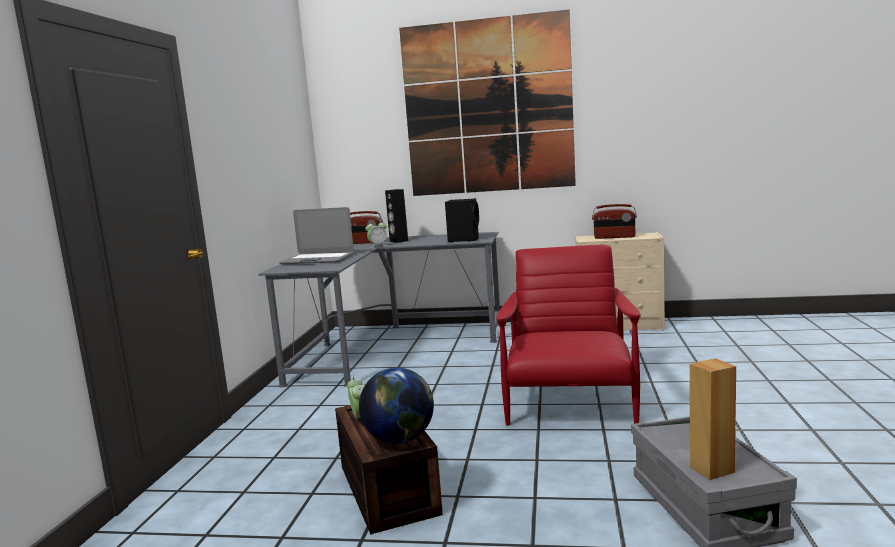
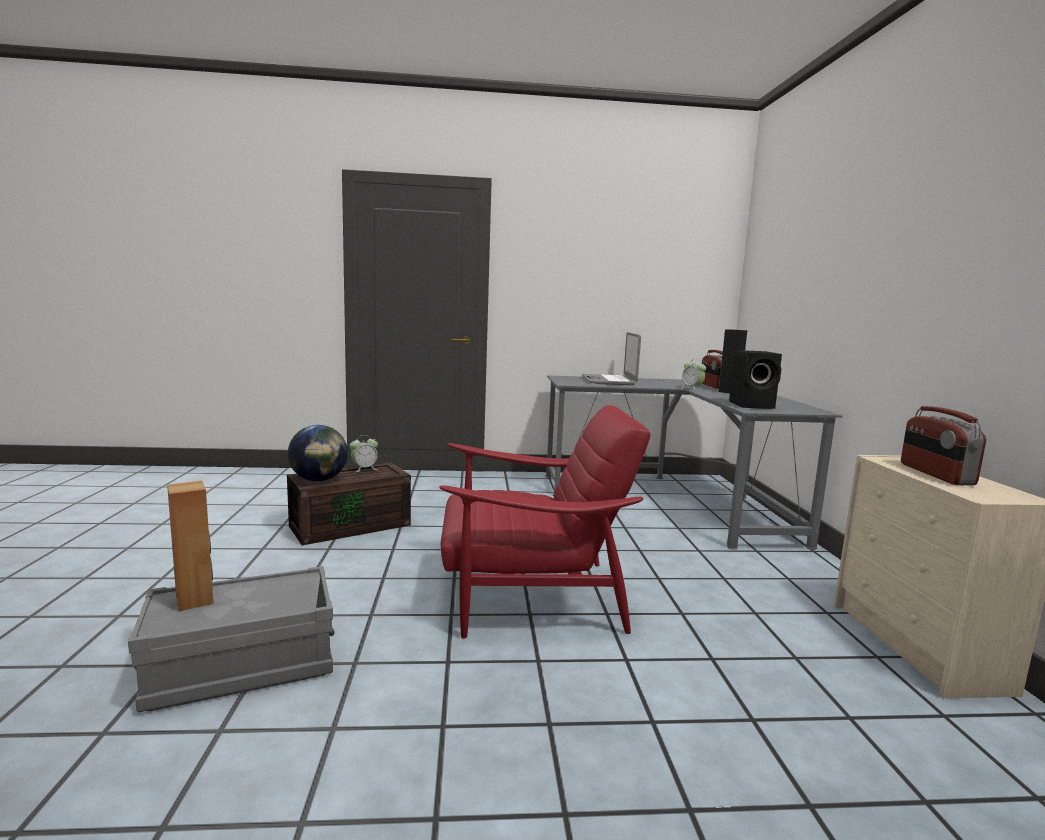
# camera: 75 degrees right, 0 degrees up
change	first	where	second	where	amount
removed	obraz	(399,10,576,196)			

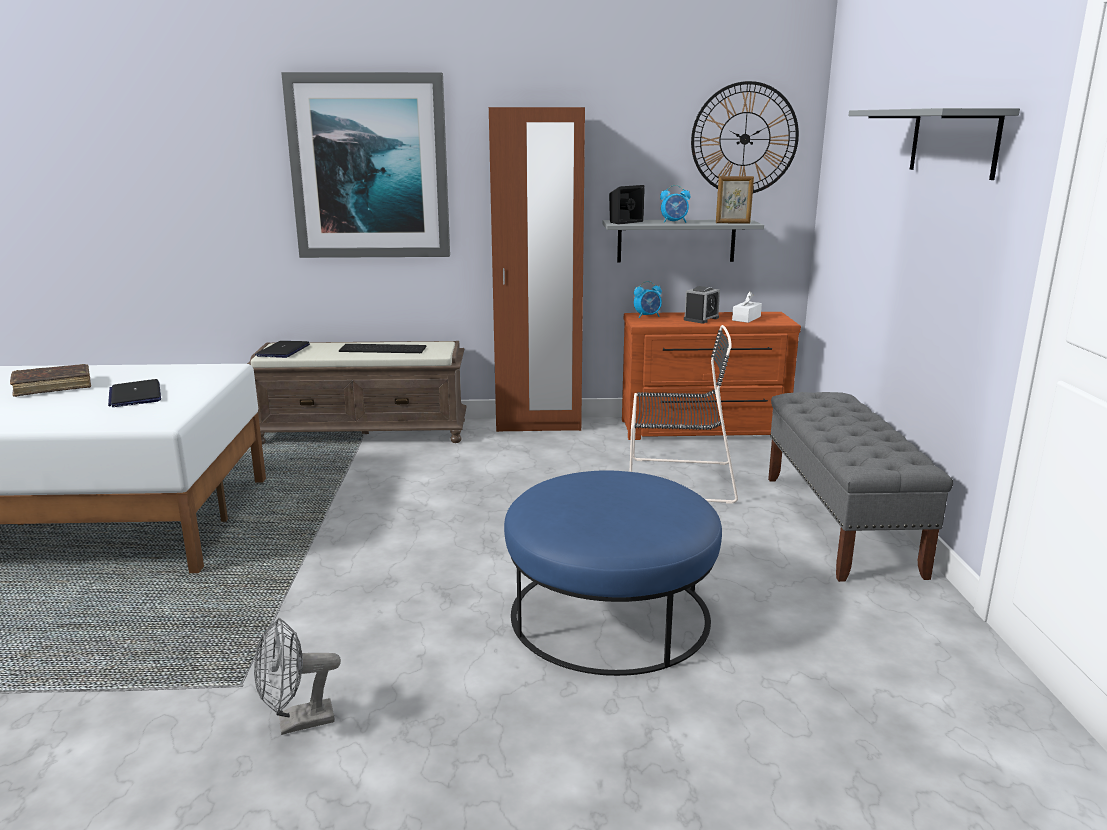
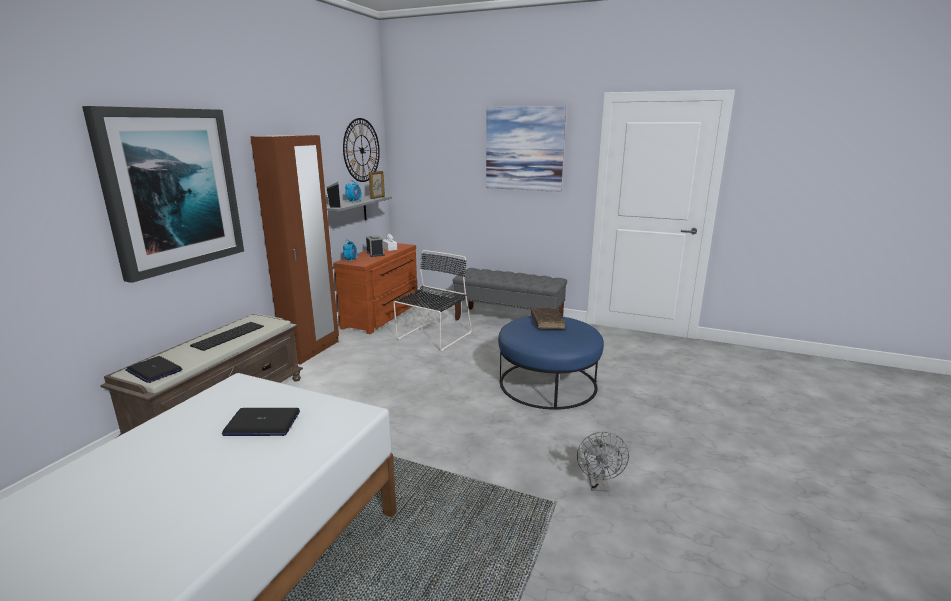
# camera: 65 degrees left, 0 degrees up
change	first	where	second	where	amount
replaced	półka/szary	(849,108,1020,180)	obraz	(486,106,566,192)	
moved	książka/brązowy	(10,364,91,397)		(531,308,565,329)	

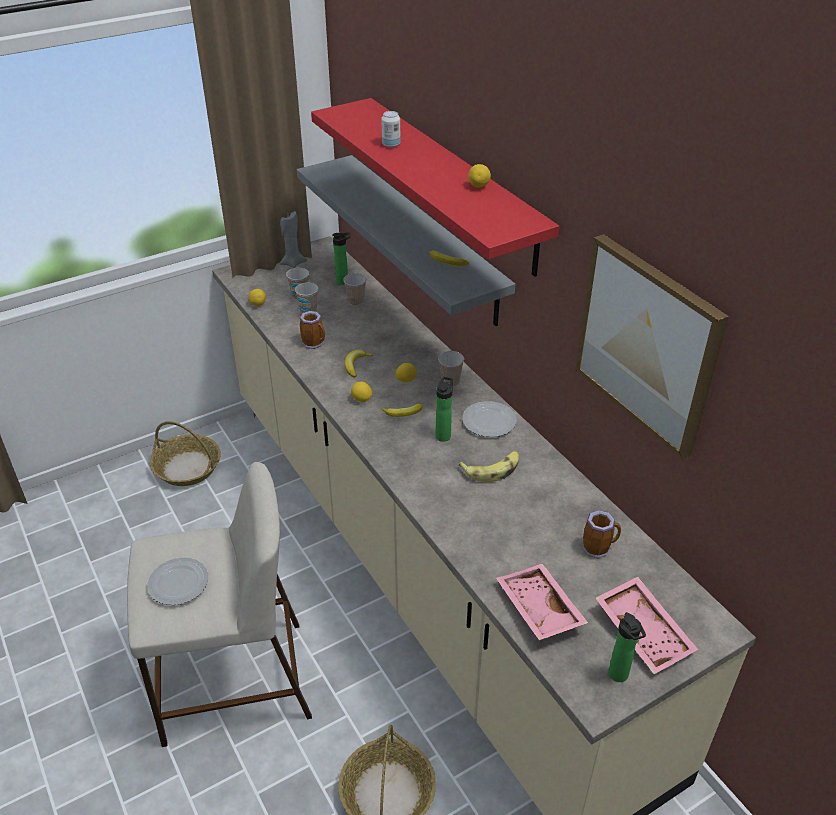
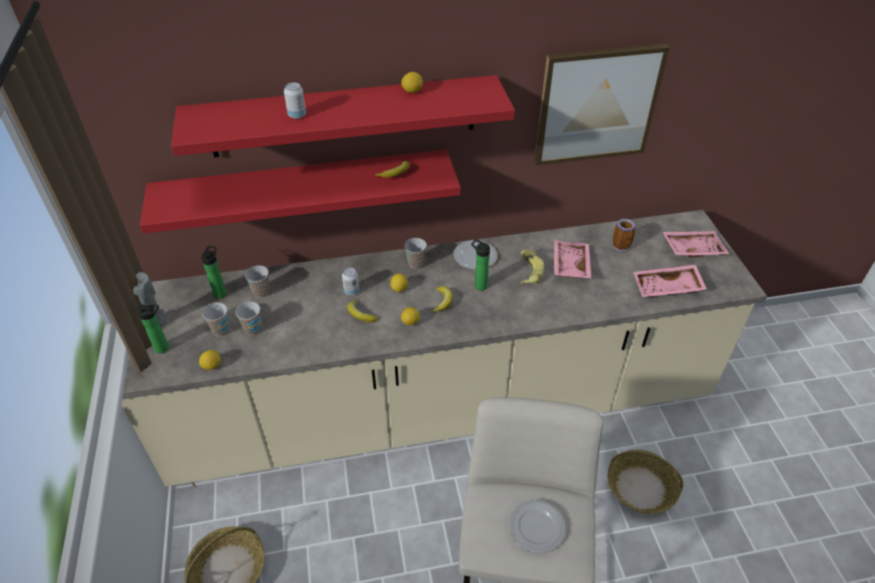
# camera: 70 degrees left, 5 degrees up
change	first	where	second	where	amount
recoloured	półka/szary	(297,155,515,326)	półka/czerwony	(140,150,461,234)	
removed	kubek	(300,311,325,349)			
moved	butelka	(608,612,646,682)		(136,304,169,354)	
added			taca/różowy	(554,240,592,279)	
added			puszka	(342,268,359,295)	

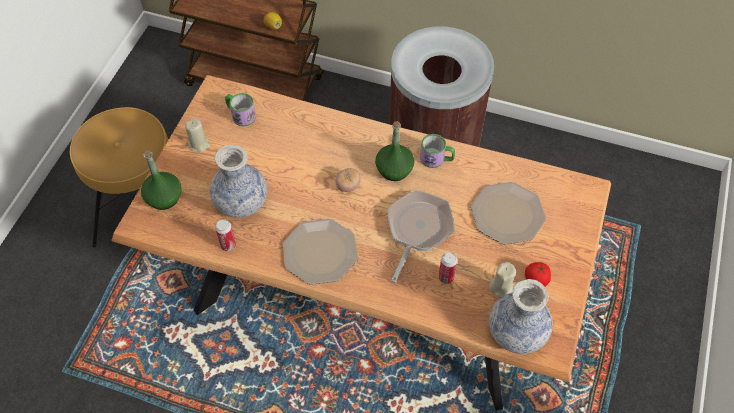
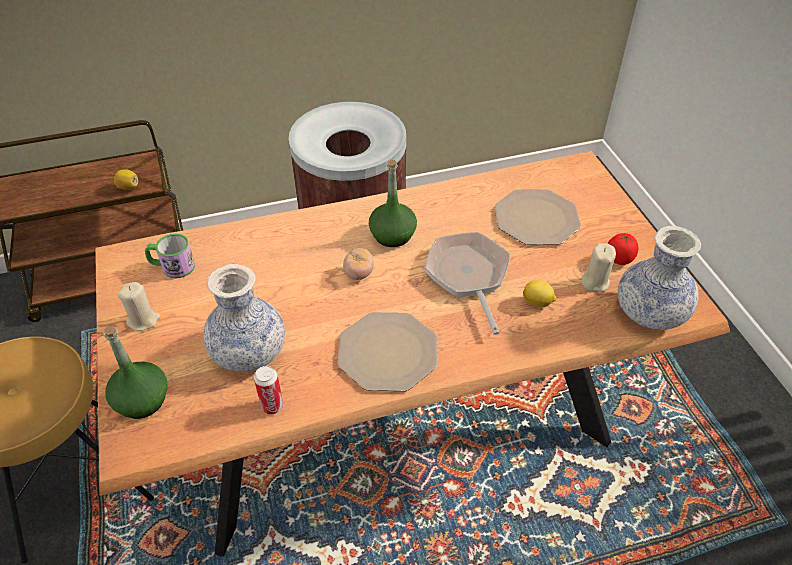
# camera: 35 degrees left, 10 degrees down
change	first	where	second	where	amount
removed	kubek	(420,134,455,168)			
replaced	puszka	(438,252,458,284)	cytryna	(523,280,556,307)	

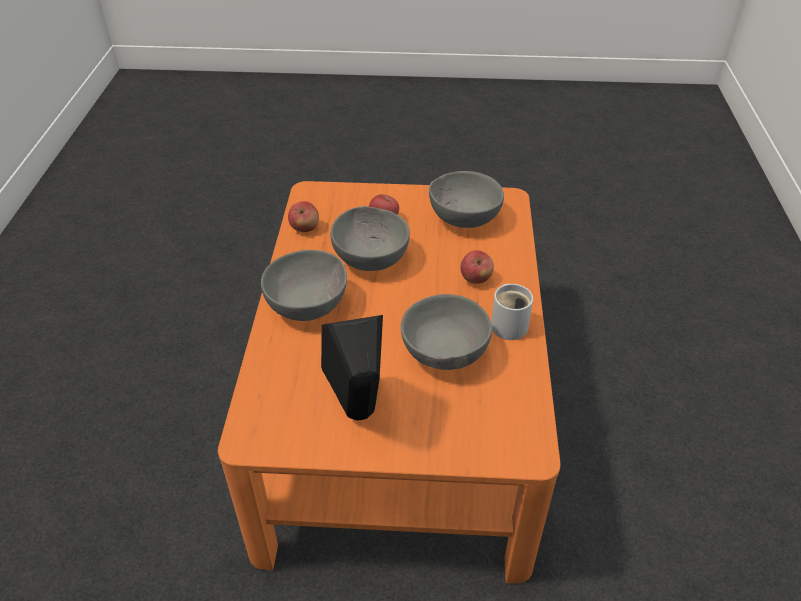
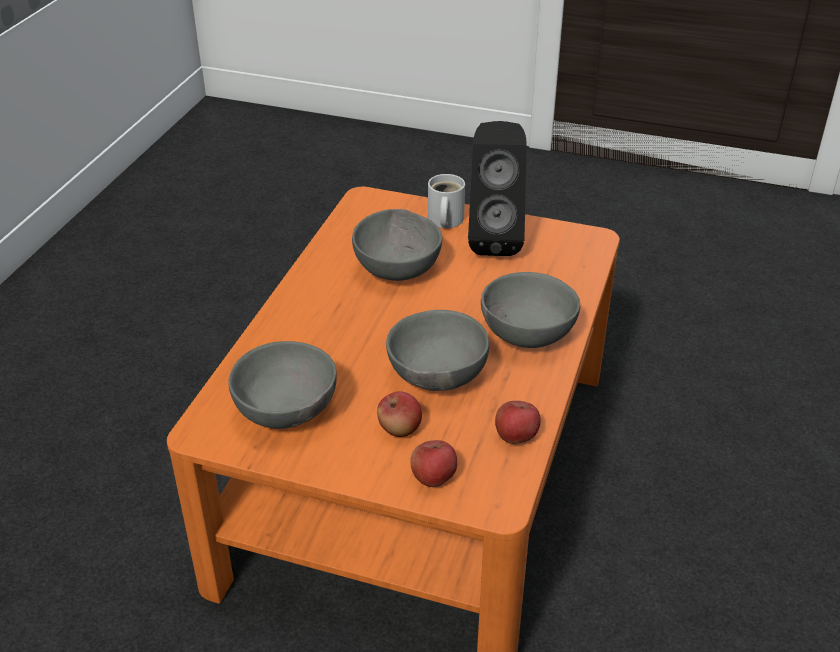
# camera: 165 degrees left, 5 degrees down
change	first	where	second	where	amount
moved	jabłko	(460,250,494,284)		(410,440,457,487)	
moved	kubek/biały	(491,284,533,340)		(428,174,465,228)	

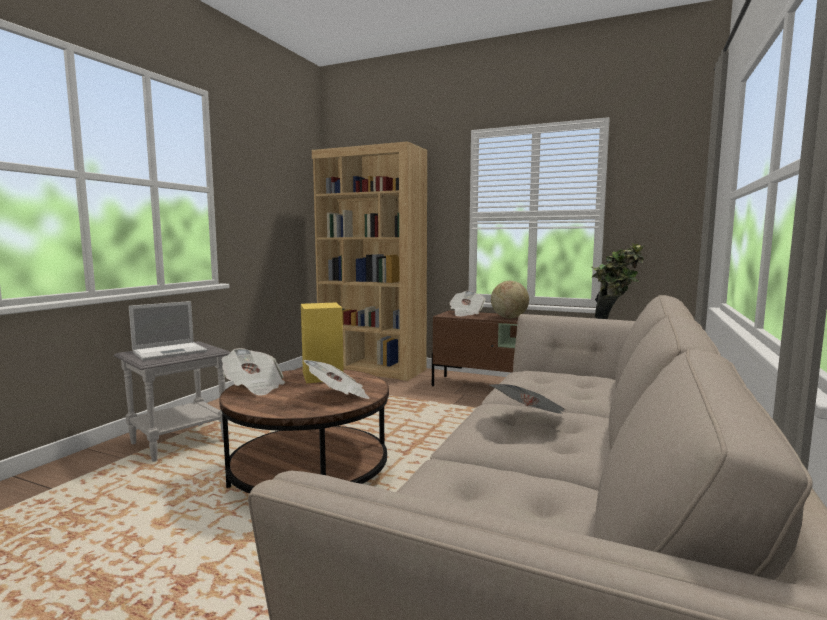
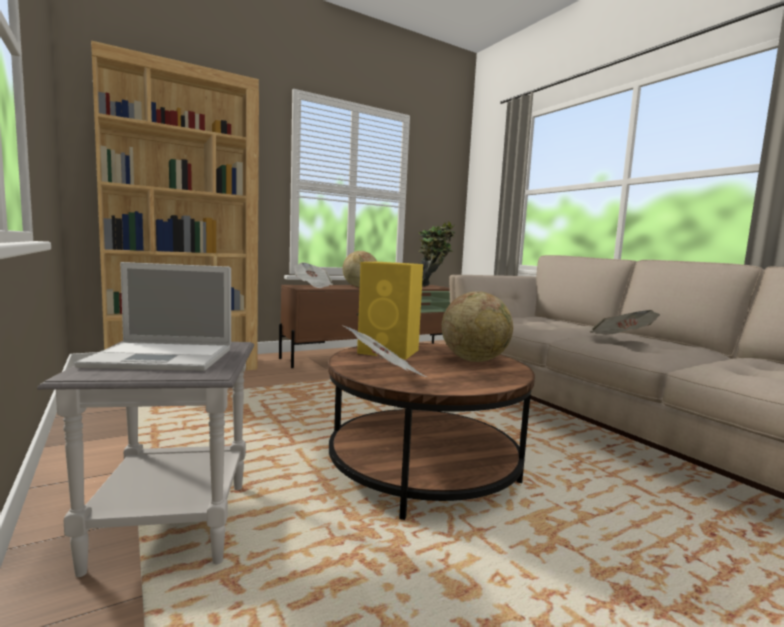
# camera: 55 degrees left, 0 degrees up
change	first	where	second	where	amount
turned	laptop	(129,301,207,361)		(74,262,231,371)	90 degrees clockwise
replaced	gazeta	(304,360,370,399)	globus	(442,291,513,362)	

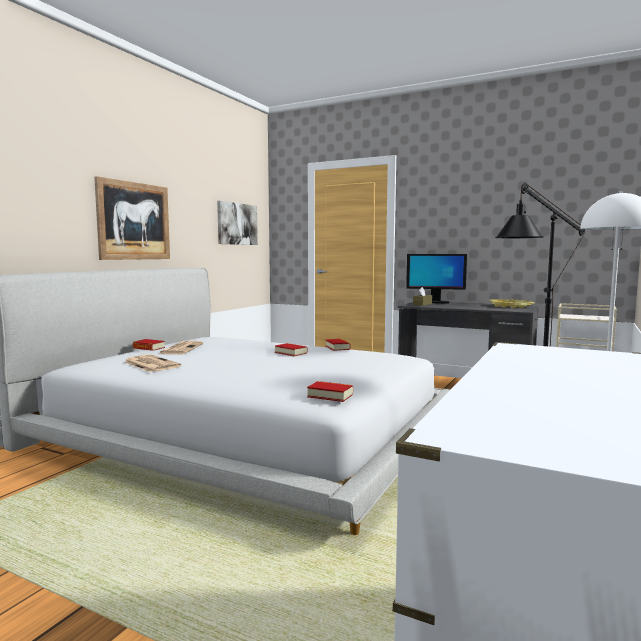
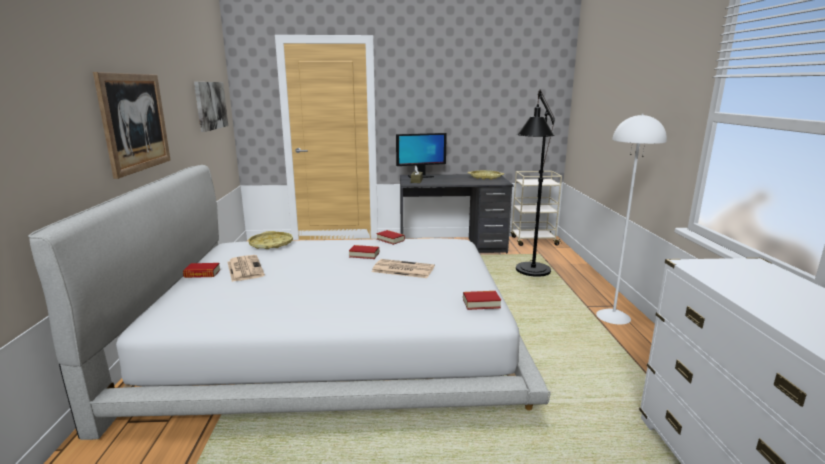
# camera: 30 degrees left, 10 degrees up
change	first	where	second	where	amount
moved	gazeta	(124,354,181,372)		(372,259,435,278)	
added			taca/żółty	(249,231,293,249)	

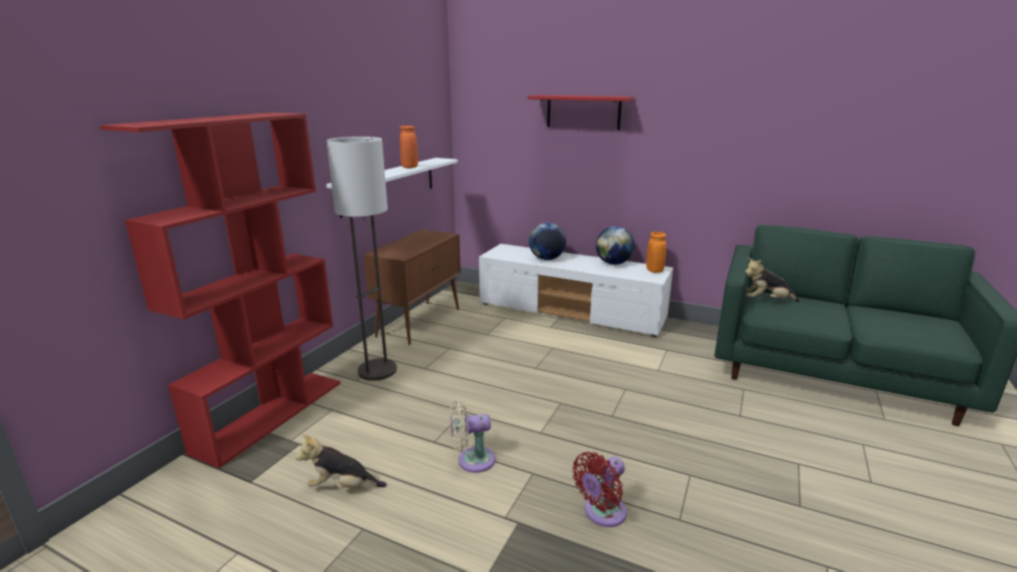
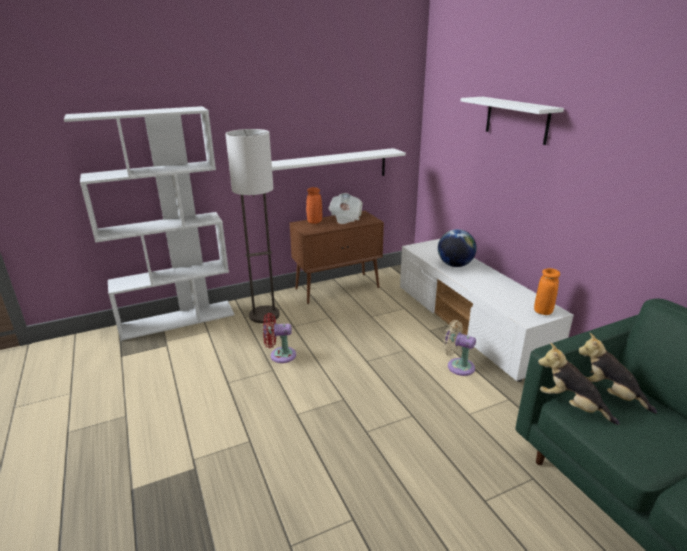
# camera: 40 degrees right, 5 degrees up
change	first	where	second	where	amount
recoloured	półka/czerwony	(528,95,634,130)	półka/biały	(461,97,564,145)	
recoloured	regał/czerwony	(100,112,341,468)	regał/biały	(64,106,234,341)	
moved	wazon/pomarańczowy	(400,125,418,168)		(306,187,322,224)	
removed	globus	(596,226,635,265)			
moved	wentylator/beżowy	(450,400,495,473)		(443,320,476,376)	
moved	pluszak	(296,434,387,488)		(538,343,620,425)	
moved	wentylator/czerwony	(572,452,627,527)		(263,313,296,363)	
added			gazeta	(328,193,363,224)	

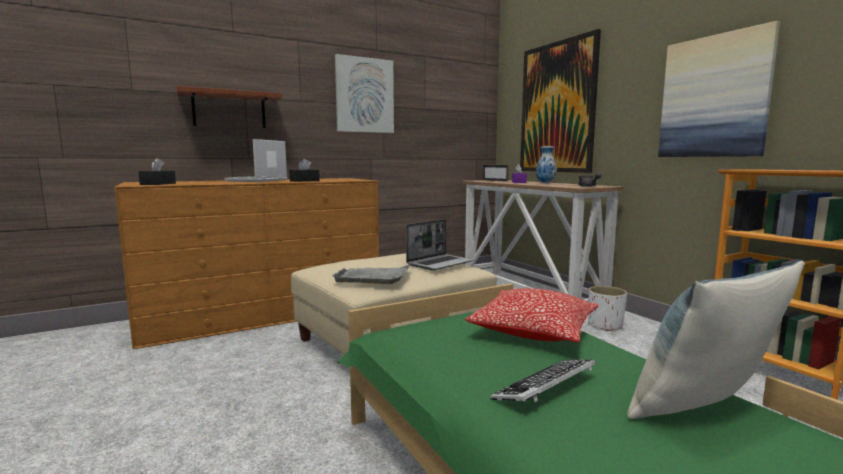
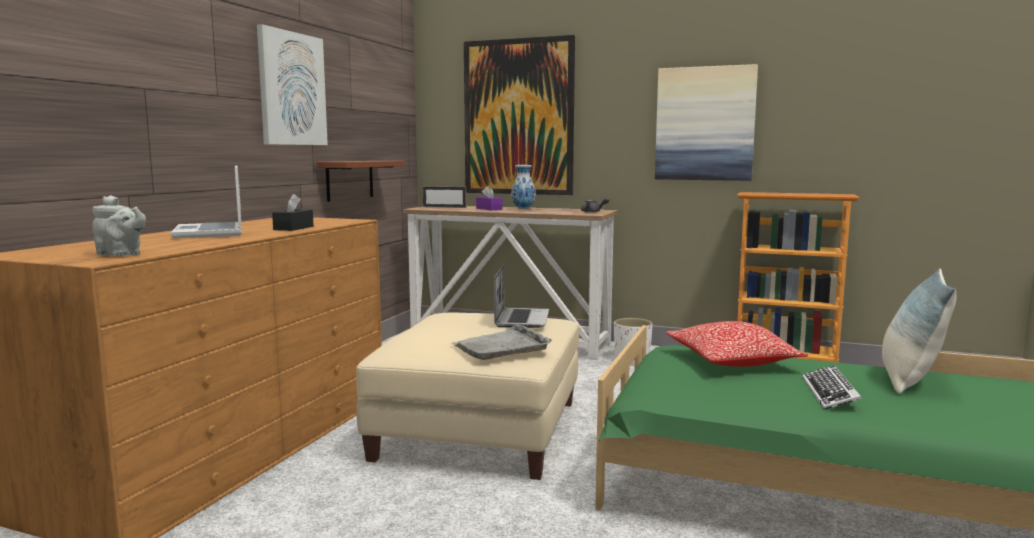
# camera: 40 degrees left, 0 degrees up
change	first	where	second	where	amount
moved	półka/brązowy	(176,86,282,128)		(316,161,406,202)	
replaced	pudełko chusteczek/czarny	(138,158,176,185)	imbryk/szary	(92,195,146,256)	

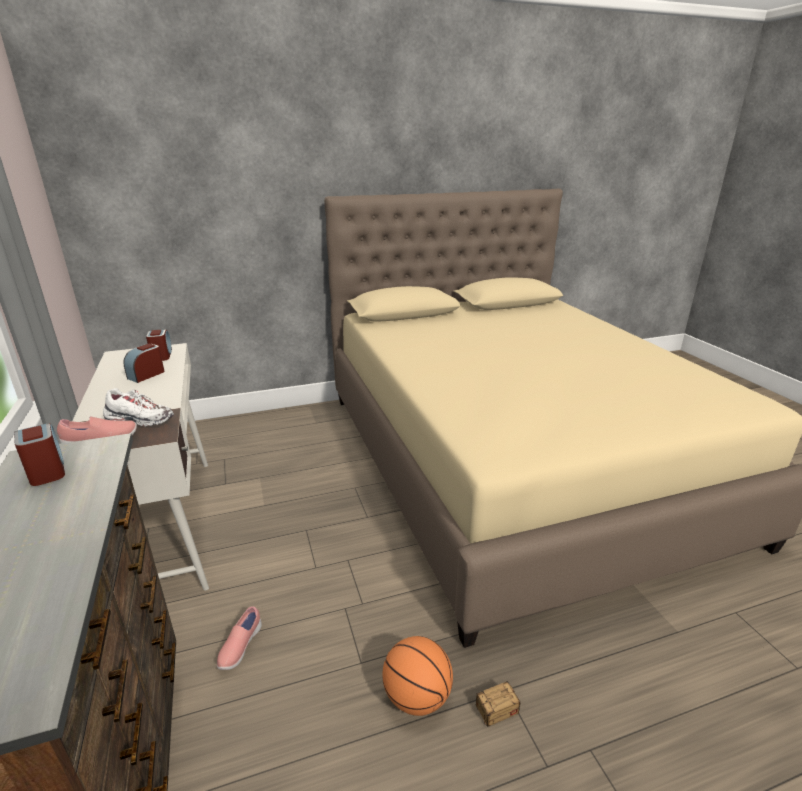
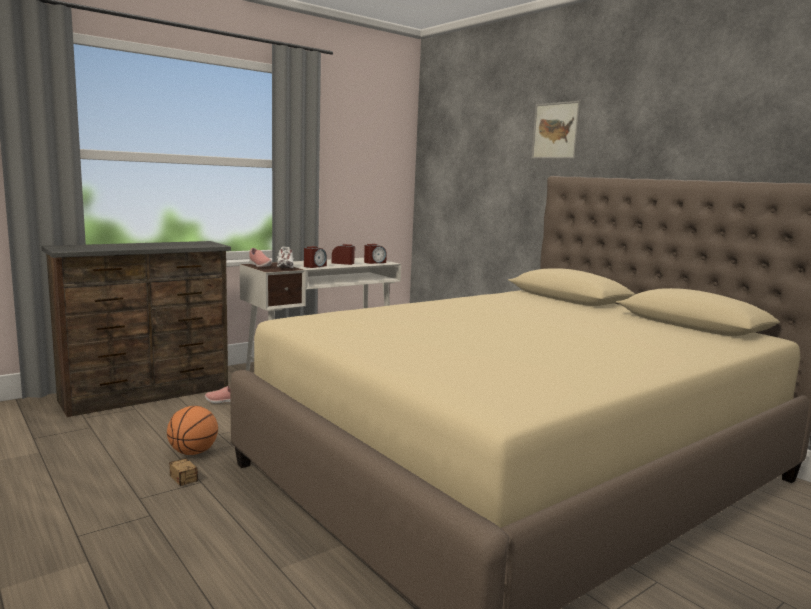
# camera: 70 degrees right, 15 degrees down
change	first	where	second	where	amount
moved	budzik	(14,423,65,486)		(304,246,327,268)	
added			obraz	(531,101,581,159)	

